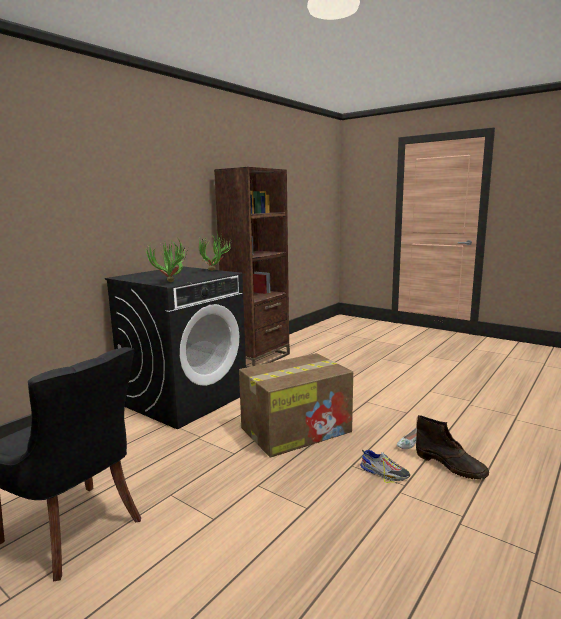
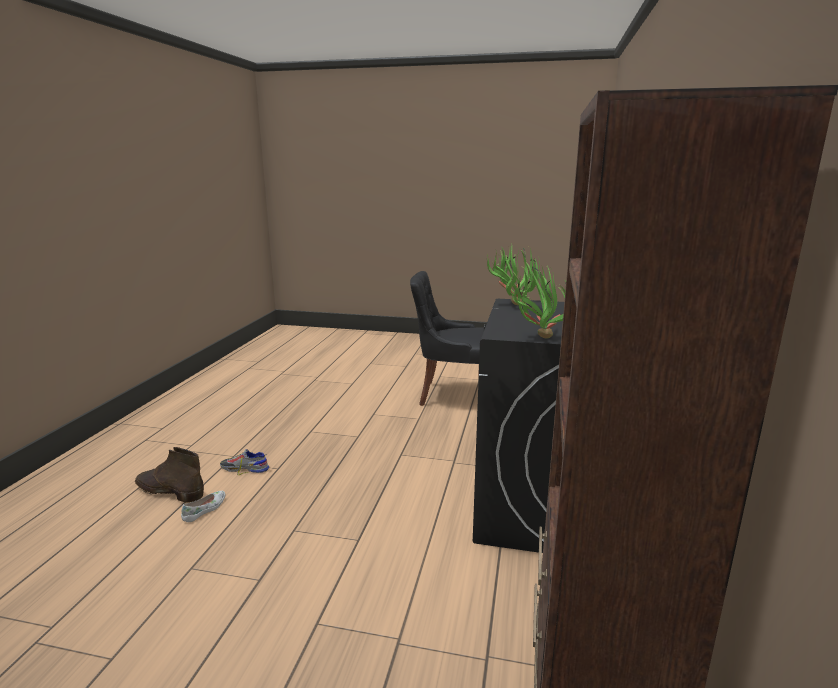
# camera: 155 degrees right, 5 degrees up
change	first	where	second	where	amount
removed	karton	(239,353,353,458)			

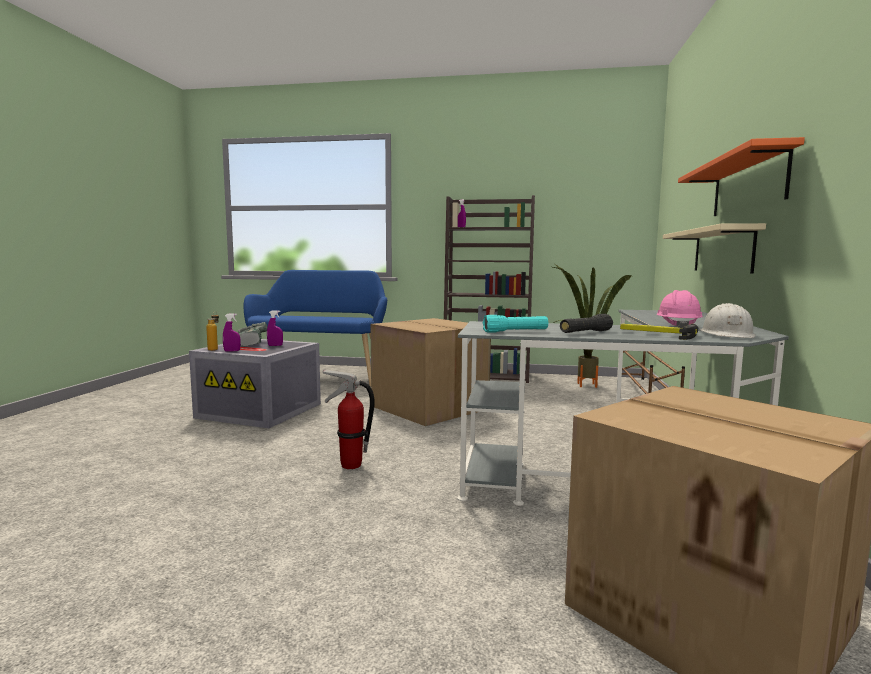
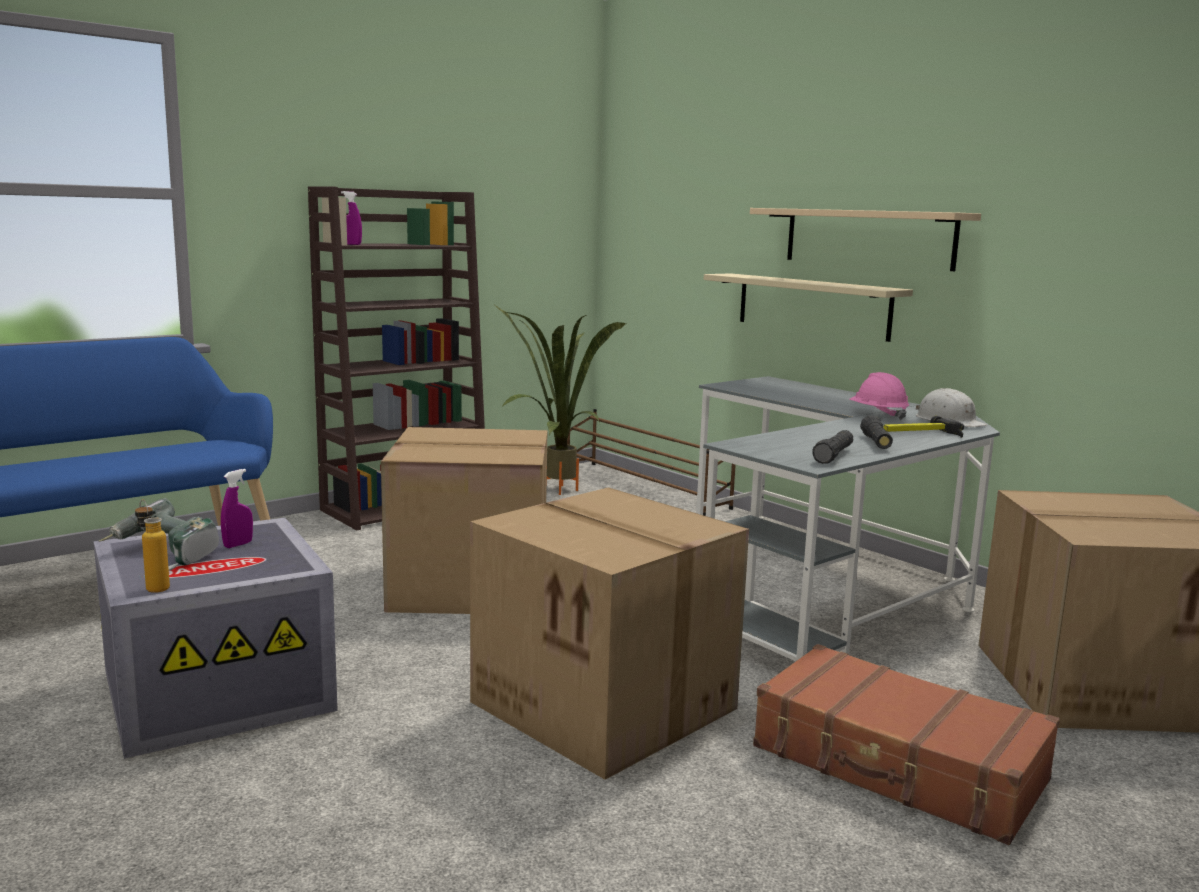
# camera: 50 degrees left, 5 degrees up
change	first	where	second	where	amount
recoloured	półka/pomarańczowy	(678,137,805,216)	półka/beżowy	(750,208,981,271)	
removed	spryskiwacz/fioletowy	(223,313,240,351)			
recoloured	latarka/turkusowy	(483,315,548,333)	latarka/czarny	(812,430,853,464)	
replaced	gaśnica	(322,369,374,469)	karton	(470,487,749,780)	
added			walizka/brązowy	(753,644,1060,845)	

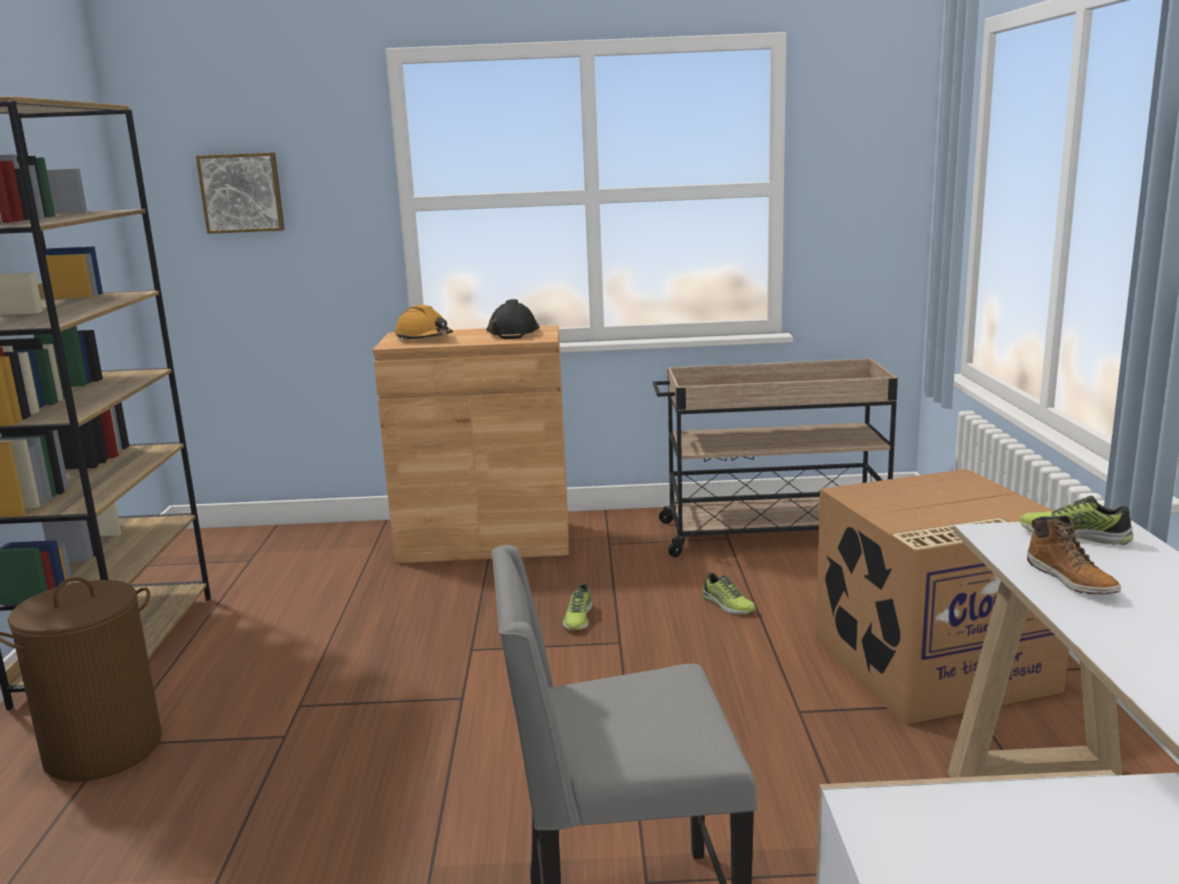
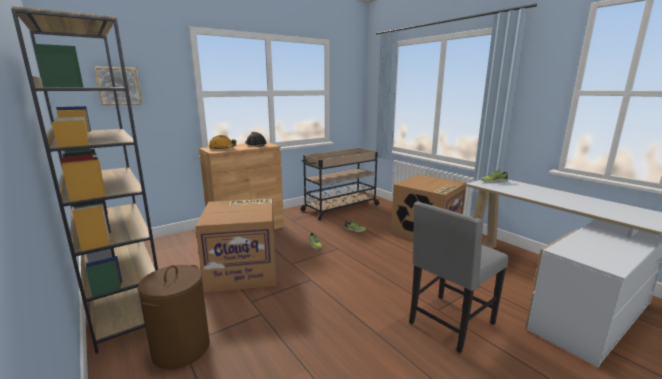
# camera: 35 degrees left, 0 degrees up
change	first	where	second	where	amount
removed	but z cholewką	(1027,516,1121,594)			
added			karton	(195,199,276,293)	

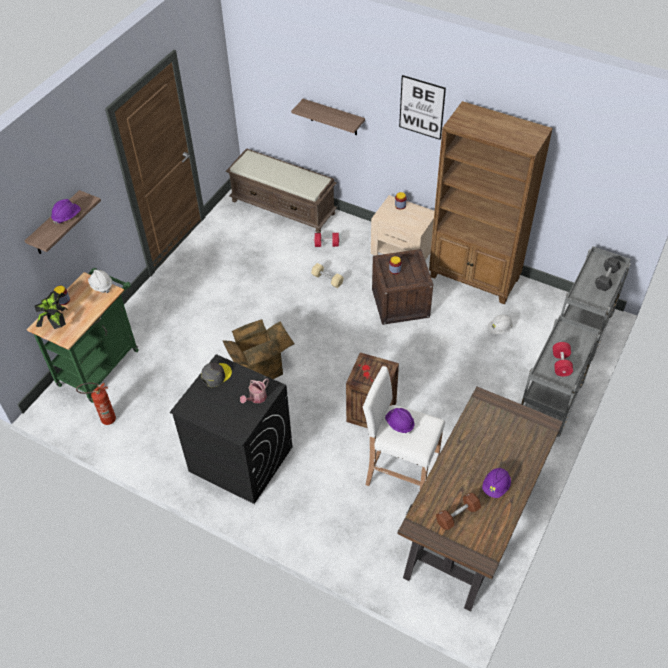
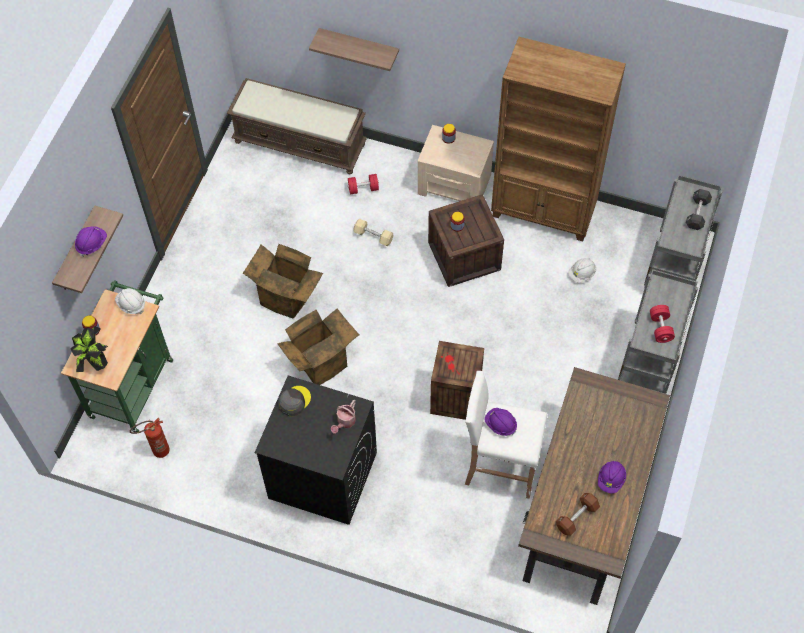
# camera: 10 degrees left, 10 degrees up
change	first	where	second	where	amount
removed	obraz	(399,75,446,140)			
added			karton	(243,244,323,318)	

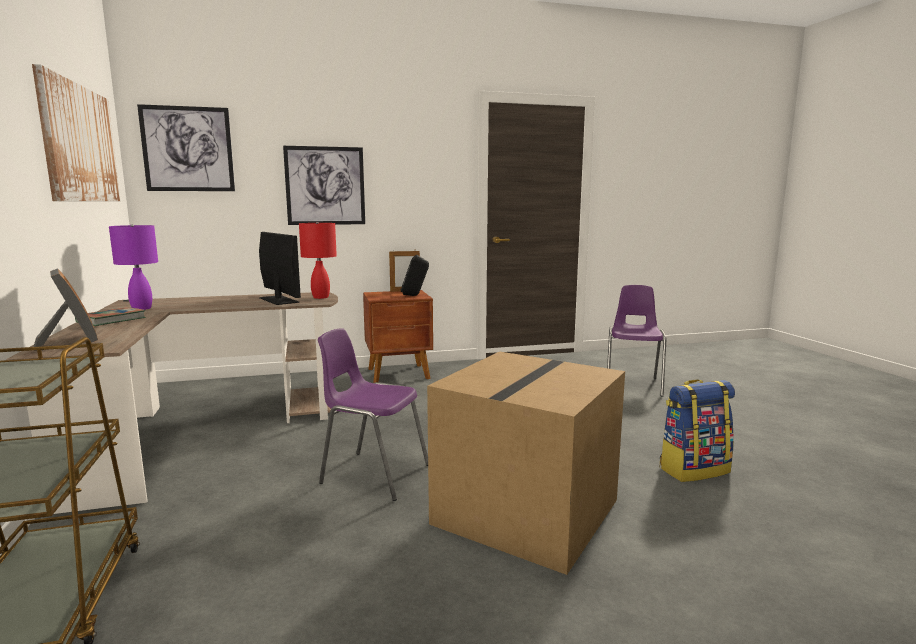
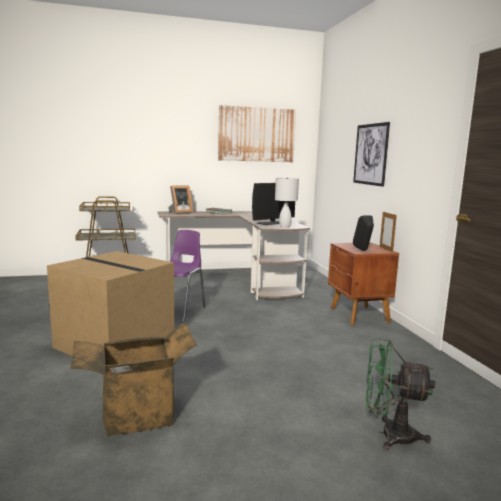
# camera: 90 degrees right, 0 degrees up
change	first	where	second	where	amount
removed	obraz	(137,104,235,191)			
recoloured	lampa stołowa/czerwony	(299,222,337,299)	lampa stołowa/biały	(275,178,299,228)	
removed	lampa stołowa/fioletowy	(109,224,158,310)			
replaced	krzesło/fioletowy	(607,285,666,397)	wentylator/zielony	(366,338,436,450)	
replaced	plecak	(660,379,735,482)	karton	(70,322,197,436)	

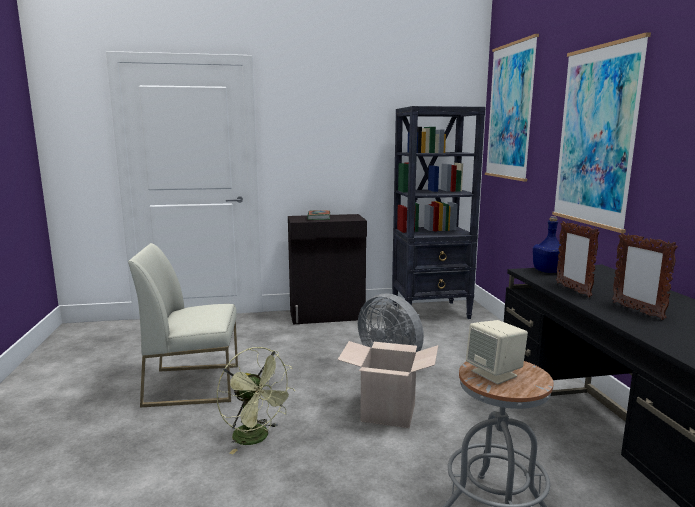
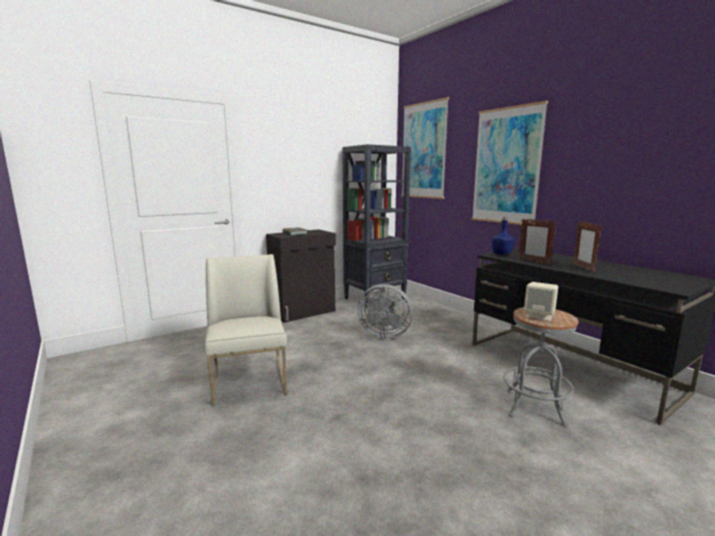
# camera: 25 degrees left, 0 degrees up
change	first	where	second	where	amount
turned	ramka na zdjęcie	(612,233,678,320)		(573,221,602,272)	45 degrees clockwise
turned	krzesło/biały	(128,243,238,407)		(204,254,287,406)	105 degrees clockwise
removed	karton	(337,341,438,428)			
removed	wentylator/zielony	(217,347,295,454)			

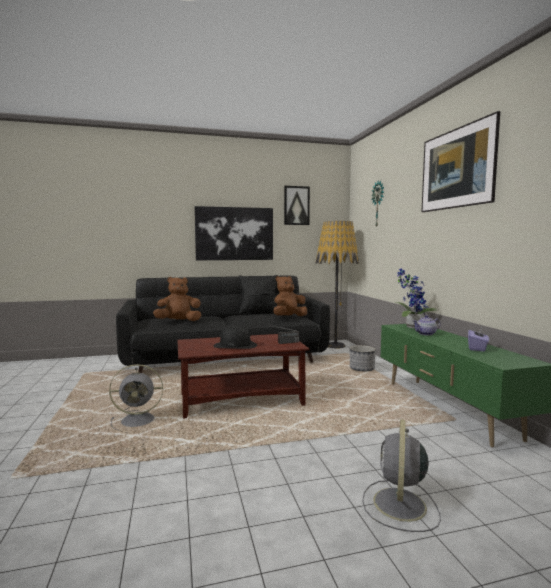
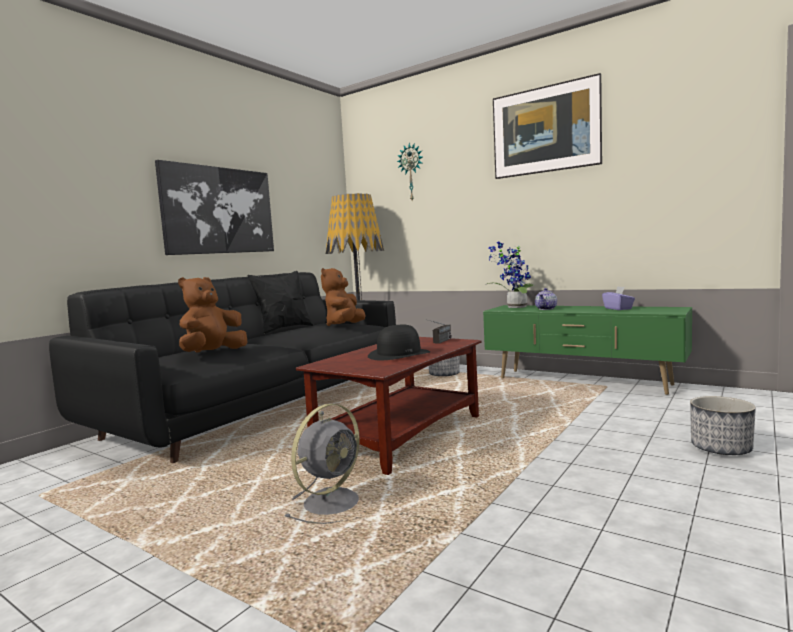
# camera: 40 degrees left, 0 degrees up
change	first	where	second	where	amount
removed	obraz	(284,186,310,225)			
replaced	wentylator/szary	(362,419,441,532)	donica	(690,396,756,455)	

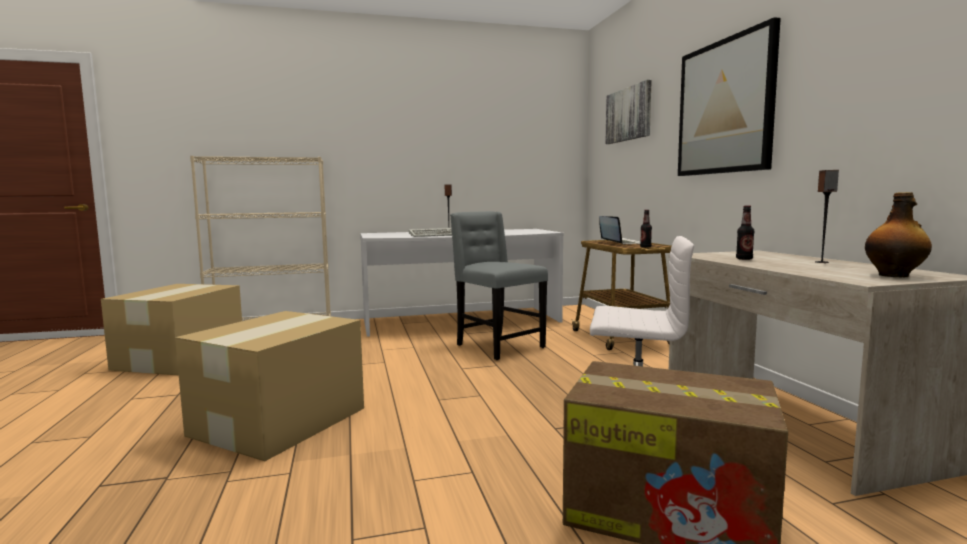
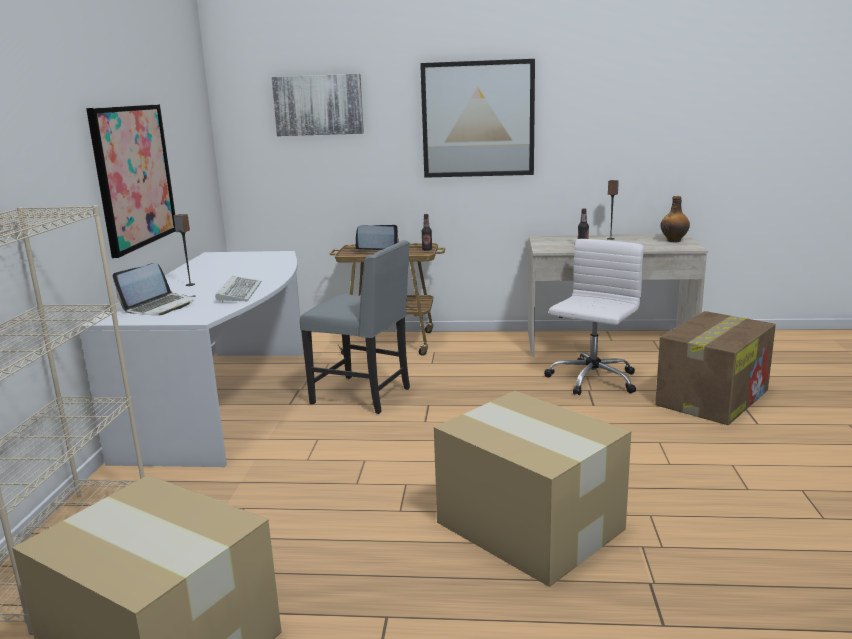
# camera: 70 degrees left, 10 degrees up
change	first	where	second	where	amount
turned	krzesło/szary	(450,211,548,360)		(300,240,410,414)	135 degrees counterclockwise
added			obraz	(86,104,176,258)	
added			laptop	(113,263,195,316)	

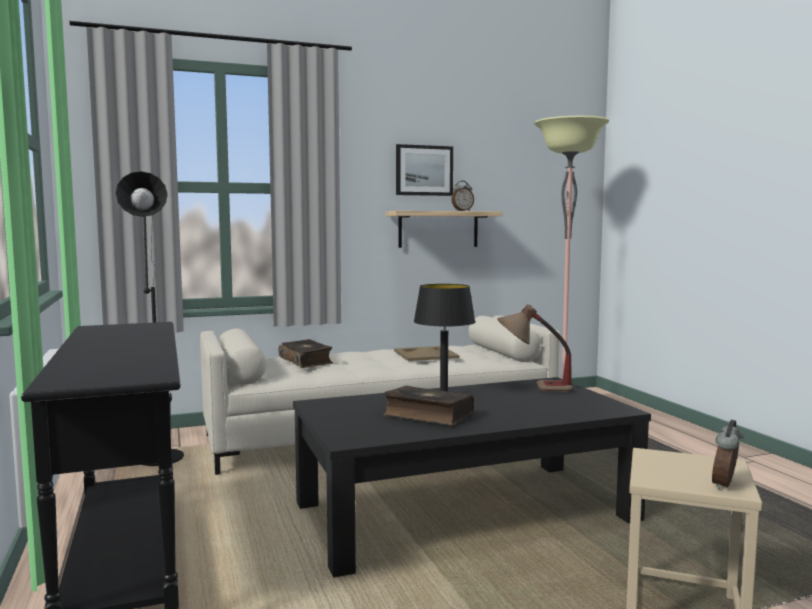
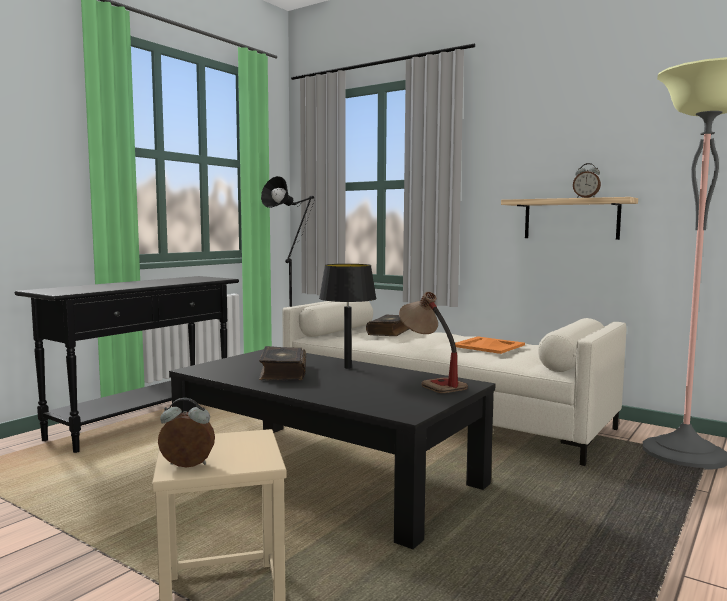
# camera: 55 degrees right, 0 degrees up
change	first	where	second	where	amount
removed	obraz	(396,144,453,196)			
recoloured	taca/beżowy	(394,346,459,361)	taca/pomarańczowy	(455,336,525,354)	

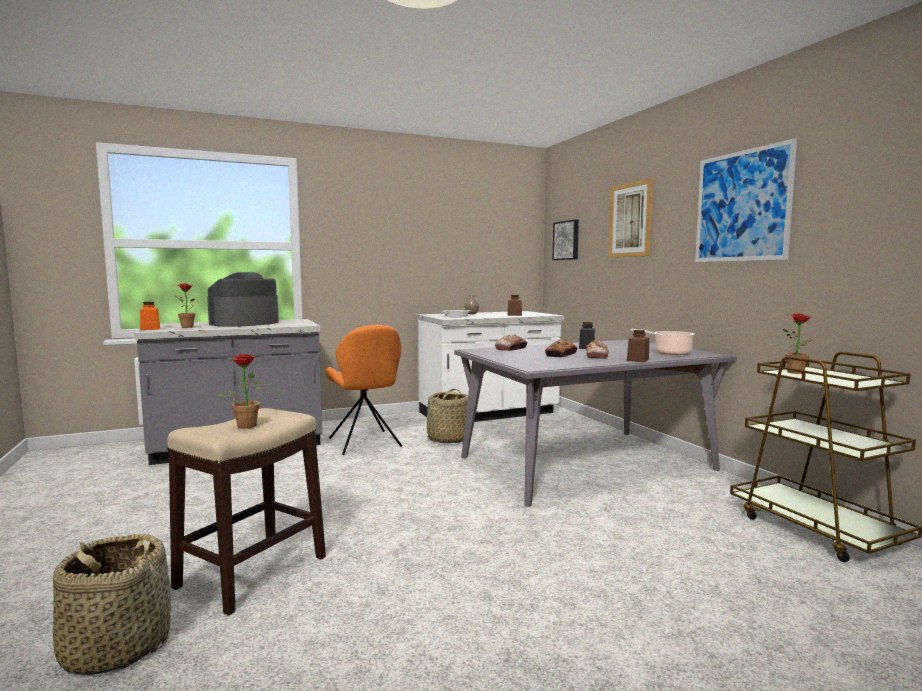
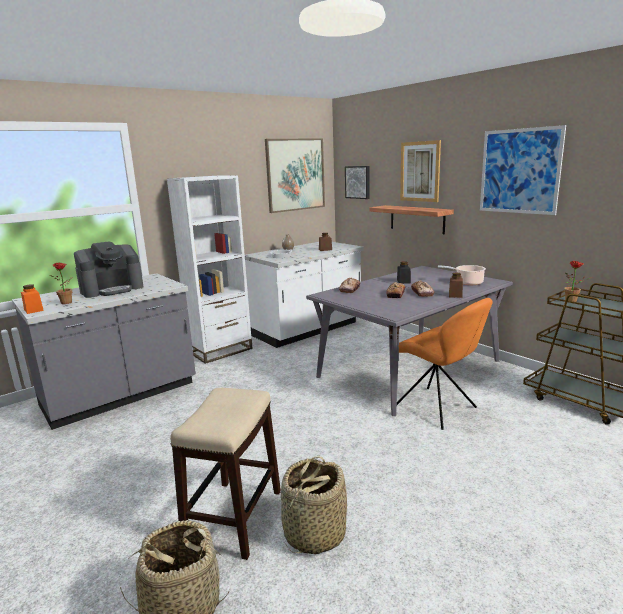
# camera: 15 degrees left, 10 degrees up
change	first	where	second	where	amount
turned	ekspres do kawy	(207,272,279,327)		(74,241,144,298)	150 degrees counterclockwise
moved	krzesło/pomarańczowy	(325,325,402,455)		(397,298,493,430)	
removed	roślina doniczkowa	(218,354,262,429)			
moved	koszyk	(423,389,468,443)		(281,456,347,554)	
added			obraz	(265,138,325,213)	
added			regał/biały	(167,175,253,364)	
added			półka	(369,205,454,234)	

